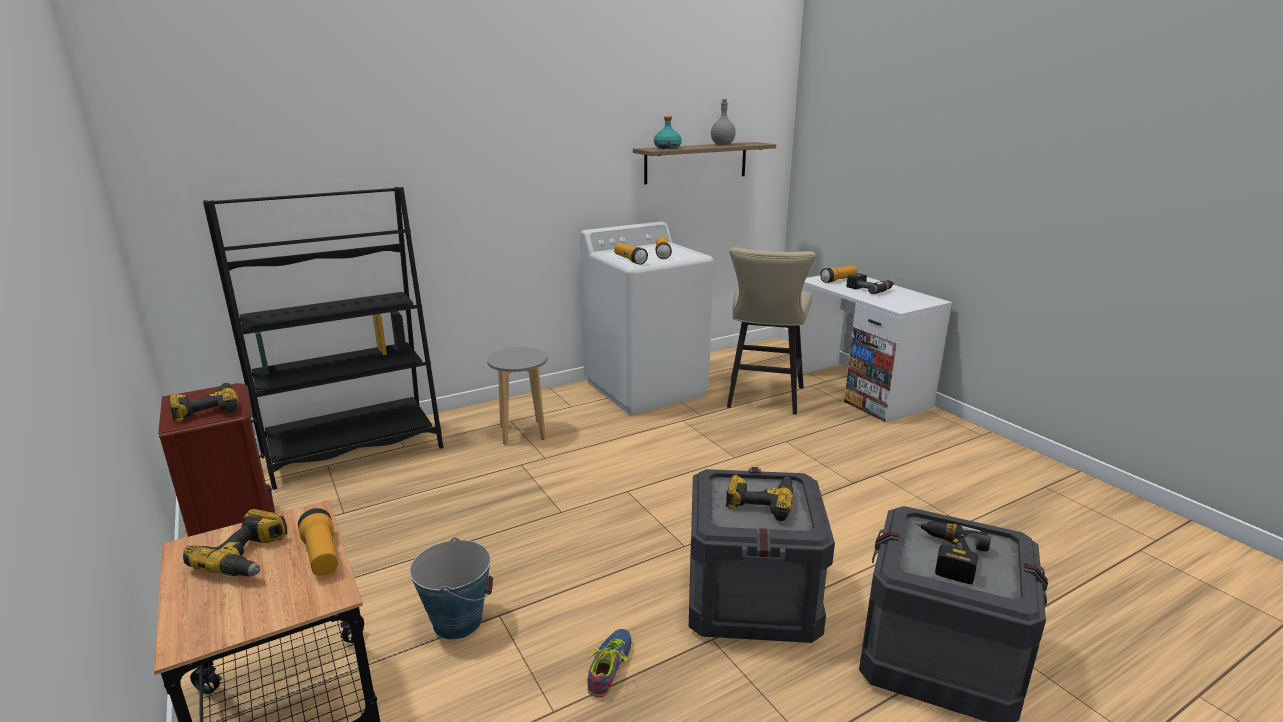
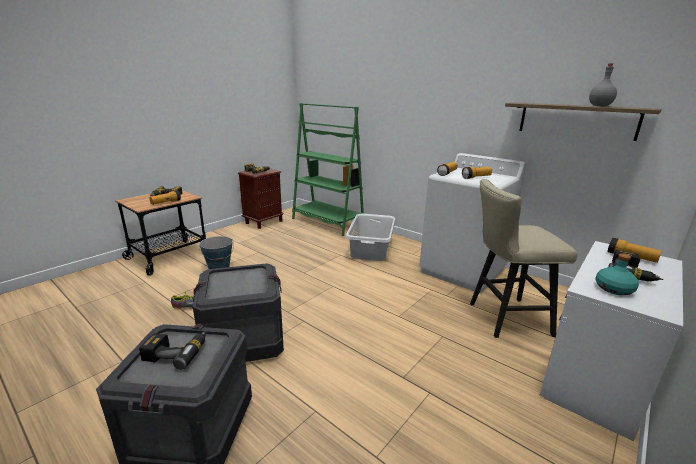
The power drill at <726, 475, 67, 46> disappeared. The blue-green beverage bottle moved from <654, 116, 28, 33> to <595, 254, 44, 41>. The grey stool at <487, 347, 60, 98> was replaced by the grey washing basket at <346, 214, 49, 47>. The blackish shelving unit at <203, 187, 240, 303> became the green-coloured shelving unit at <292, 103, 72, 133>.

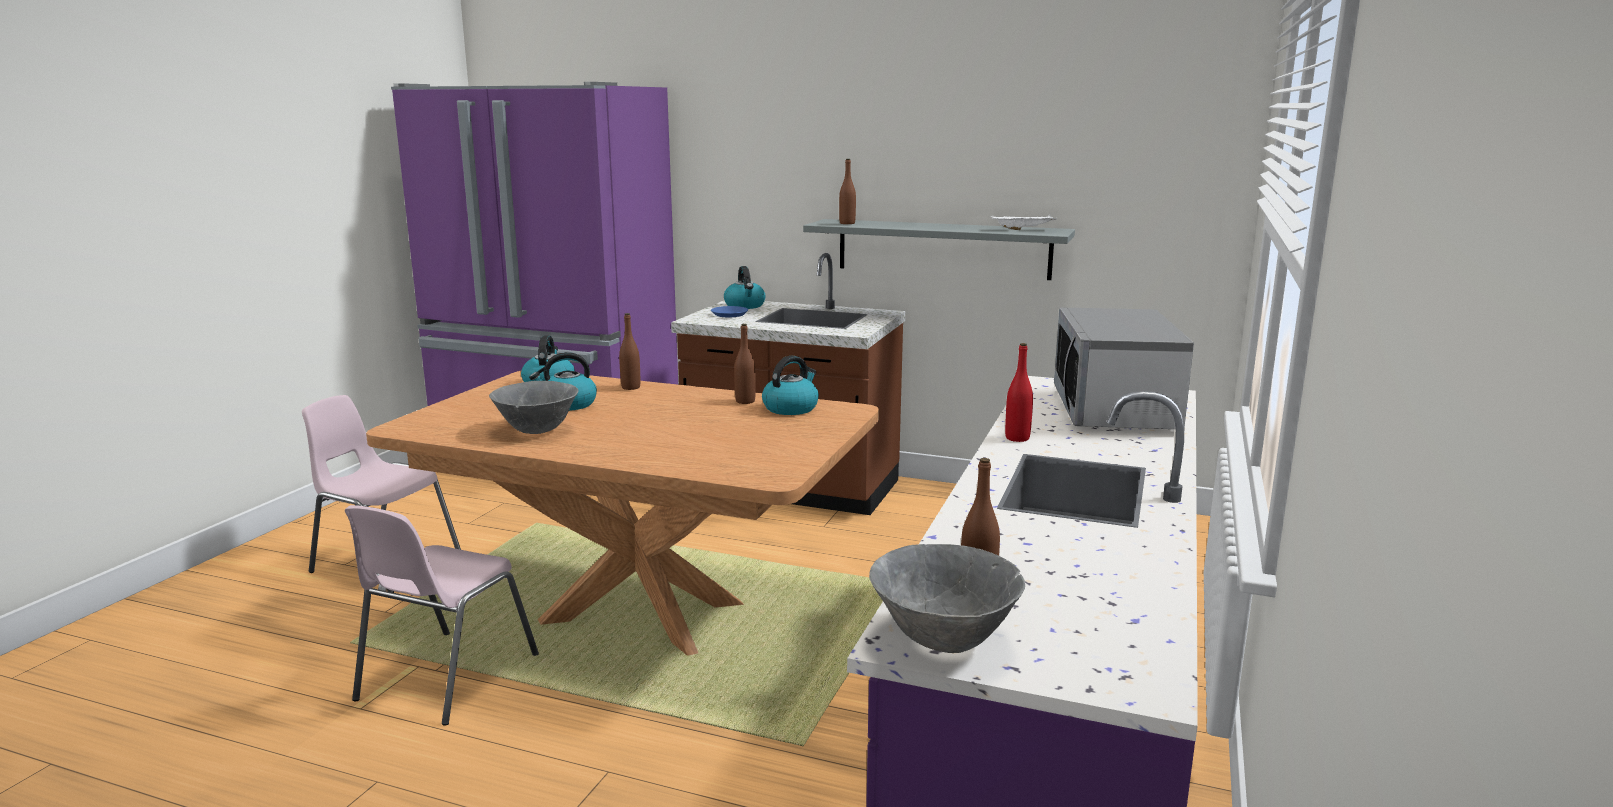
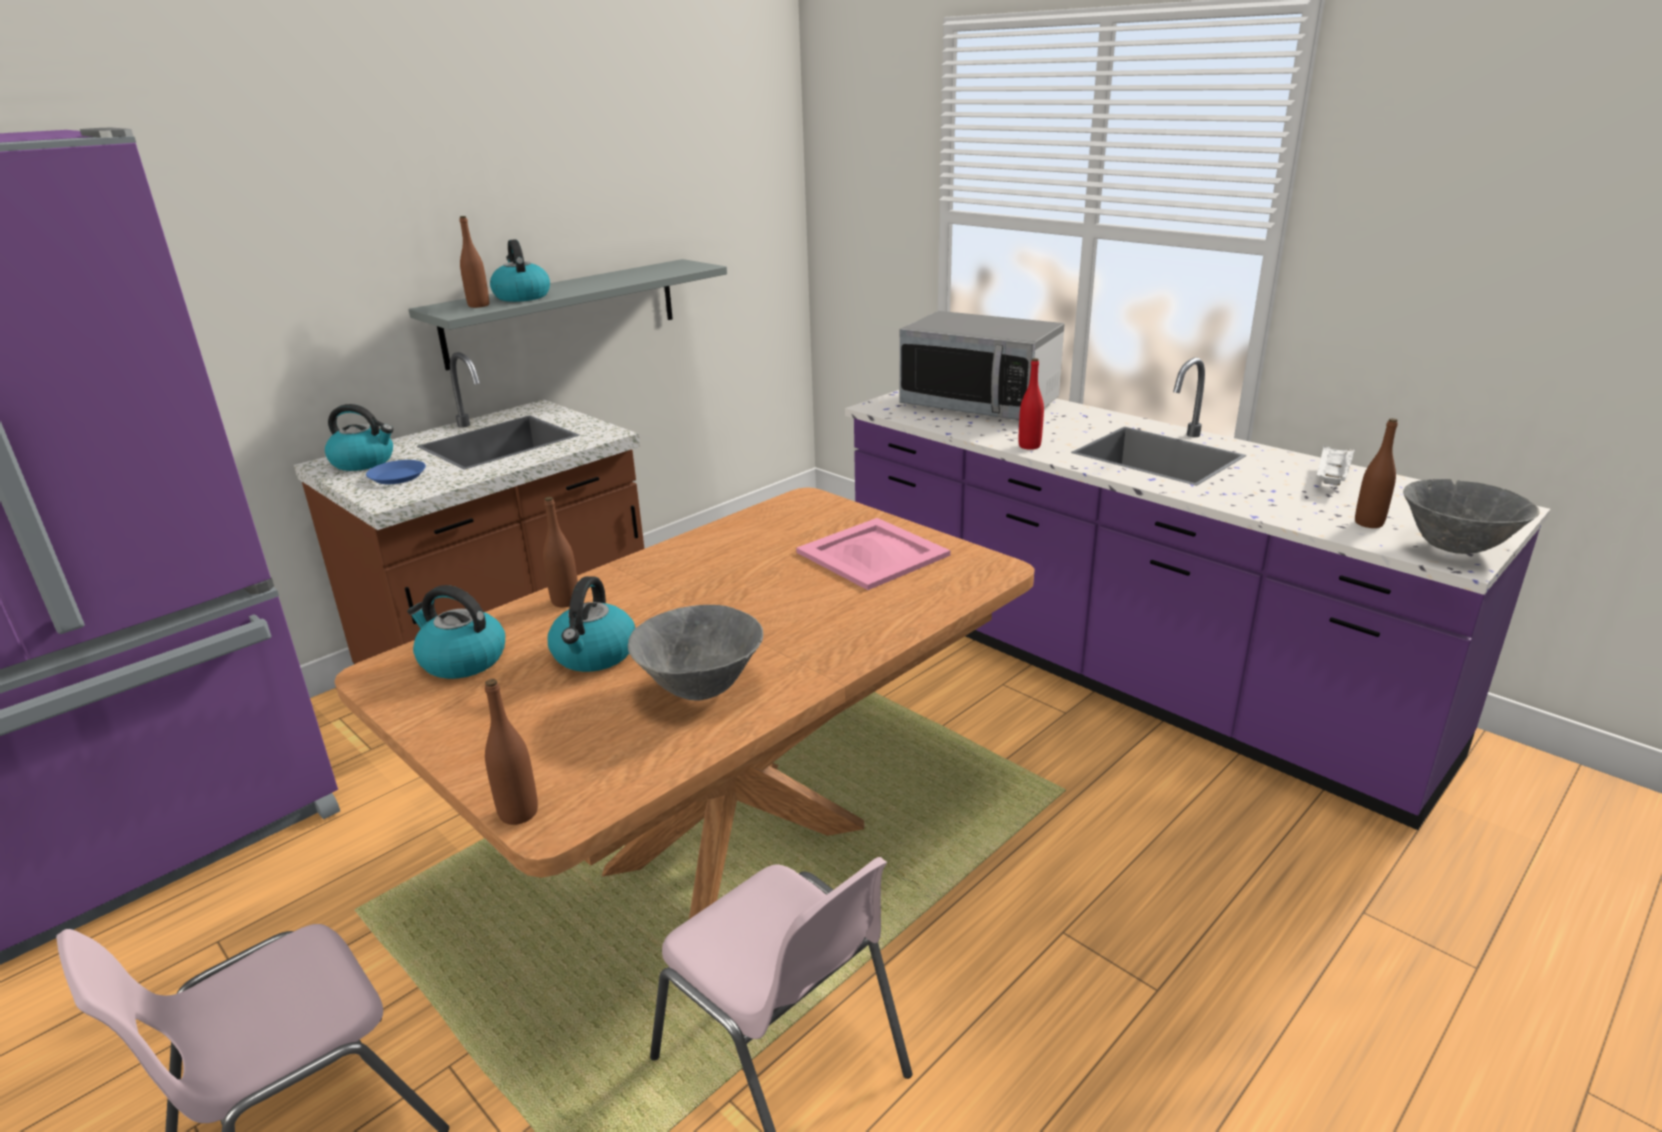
The pink tray at <796, 518, 155, 72> appeared. The brownish beverage bottle moved from <734, 324, 22, 80> to <485, 679, 53, 146>. The kettle moved from <762, 356, 57, 59> to <490, 239, 60, 63>. The white tray moved from <991, 214, 66, 16> to <1316, 444, 39, 41>.

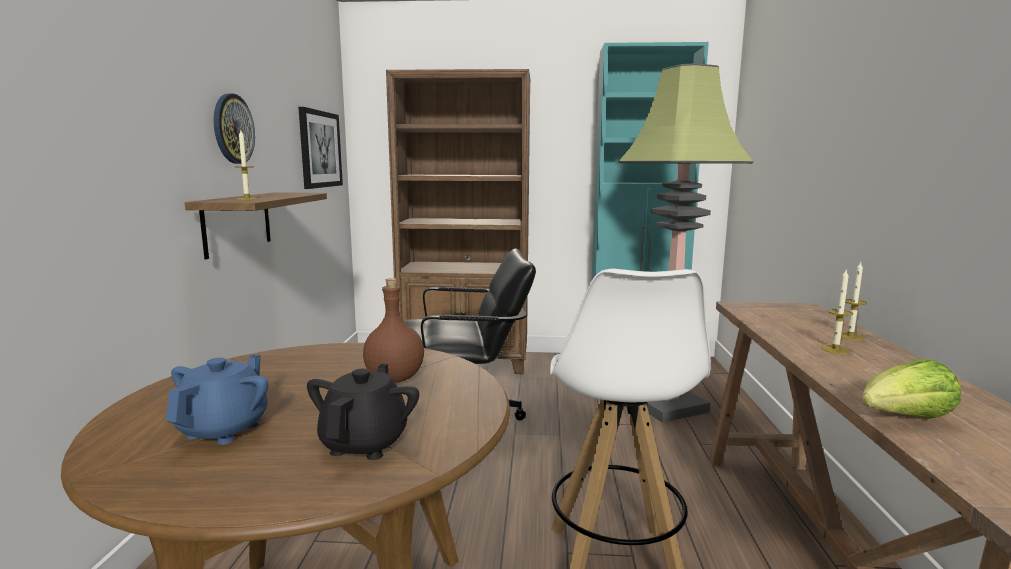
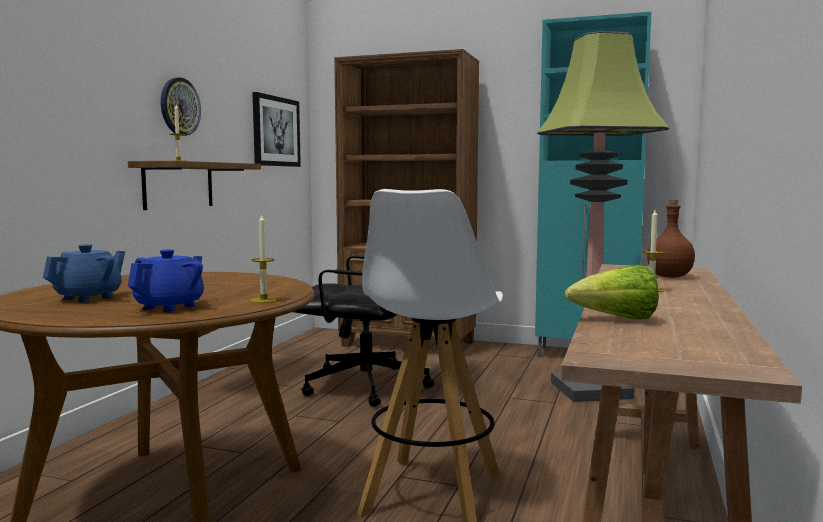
The brownish beverage bottle moved from <363, 278, 61, 105> to <647, 199, 48, 79>. The wax light moved from <841, 262, 26, 79> to <250, 213, 27, 90>. The blackish pot for tea at <307, 364, 112, 96> became the blue pot for tea at <128, 249, 76, 63>.

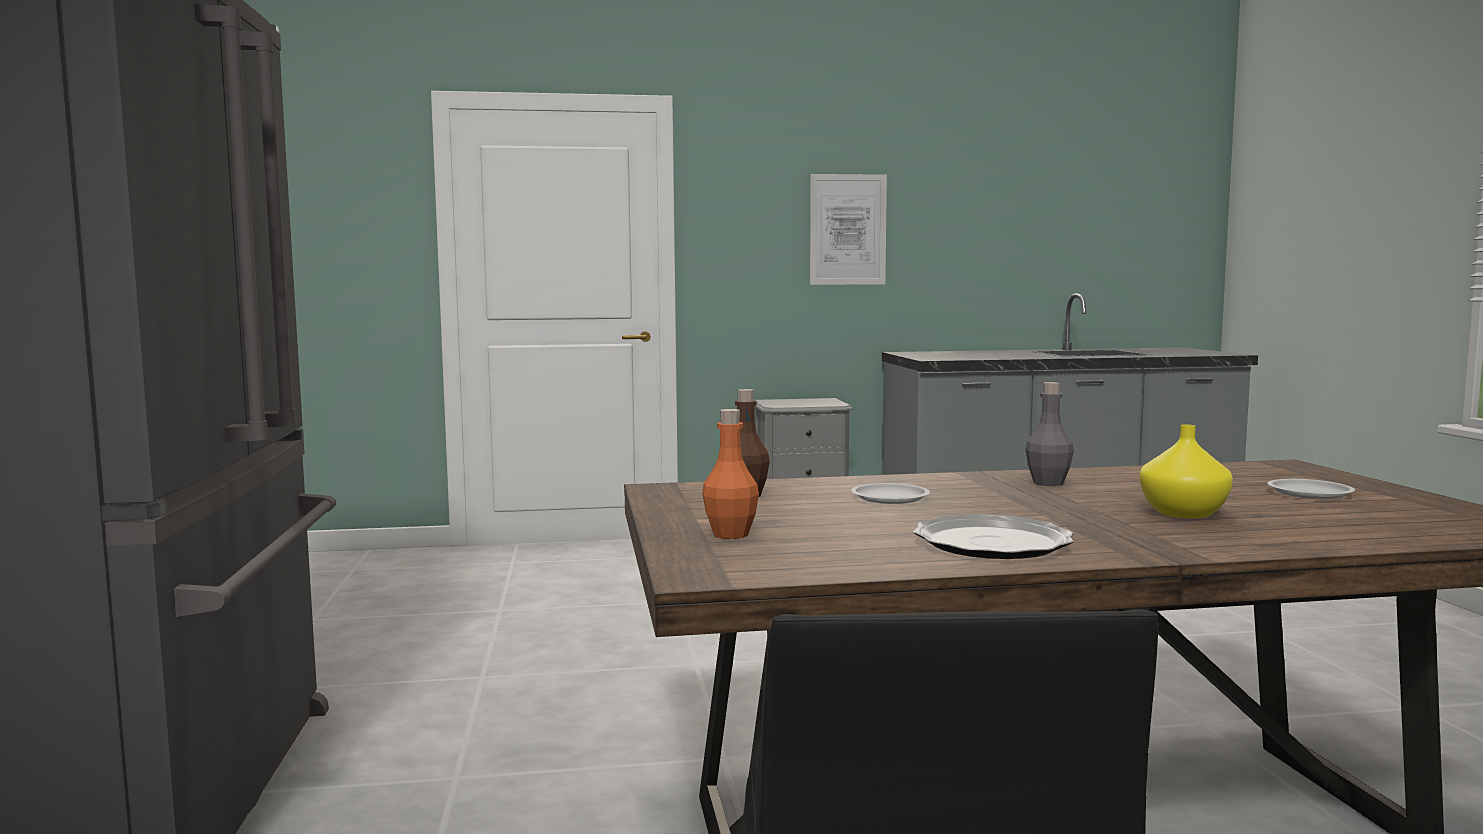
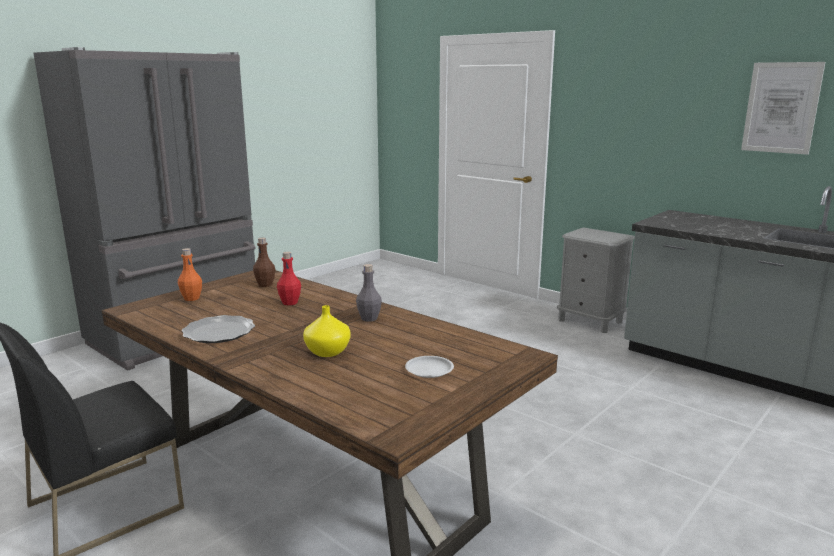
The wall picture moved from <810, 174, 77, 111> to <741, 62, 84, 93>. The white dinner plate at <851, 483, 79, 21> was replaced by the red beverage bottle at <277, 252, 24, 53>.

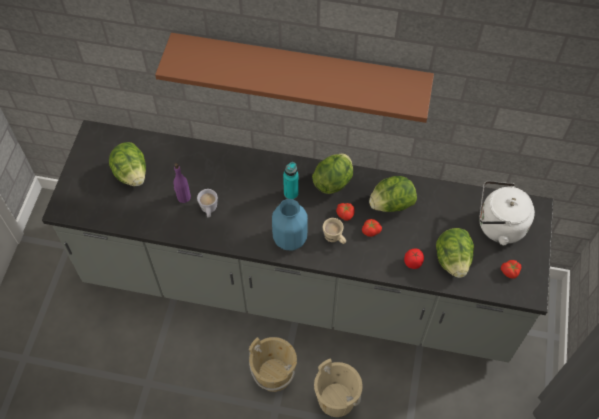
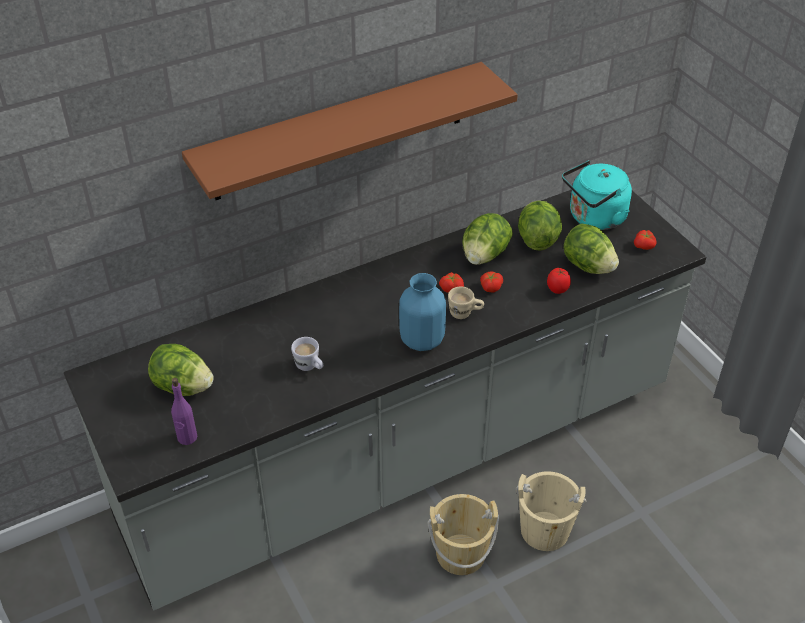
The blue-green beverage bottle at <283, 162, 16, 37> disappeared. The purple beverage bottle moved from <174, 163, 17, 40> to <171, 378, 26, 67>. The head of lettuce moved from <312, 154, 41, 40> to <518, 200, 44, 51>. The white kettle at <479, 181, 56, 64> became the blue-green kettle at <562, 160, 70, 70>.

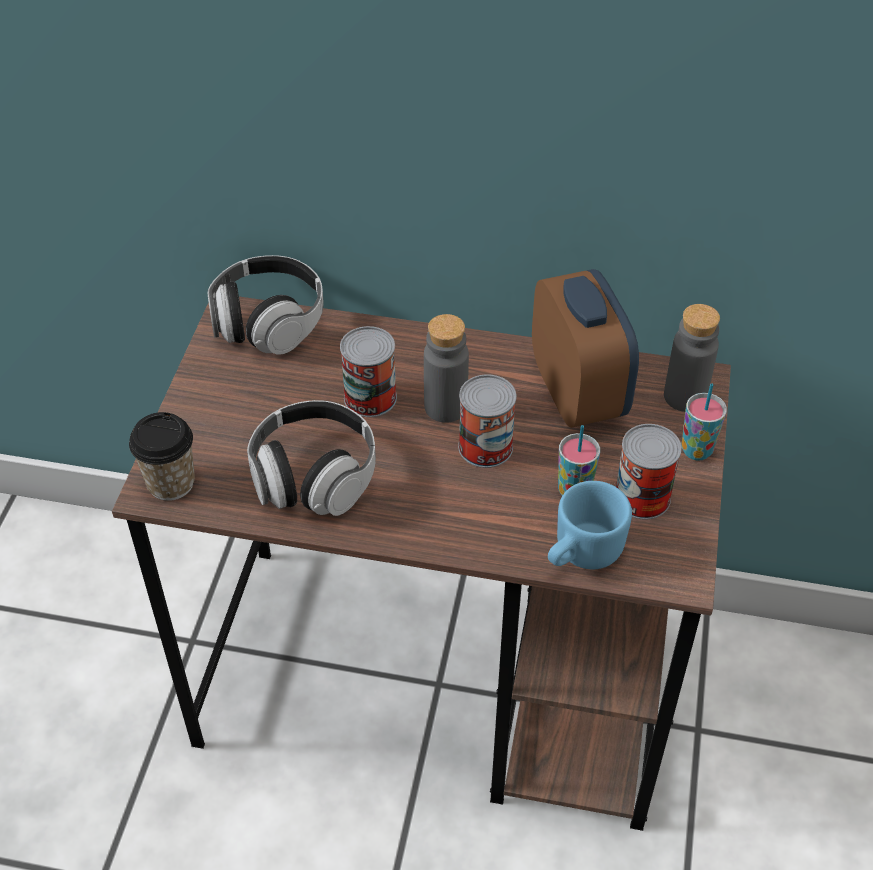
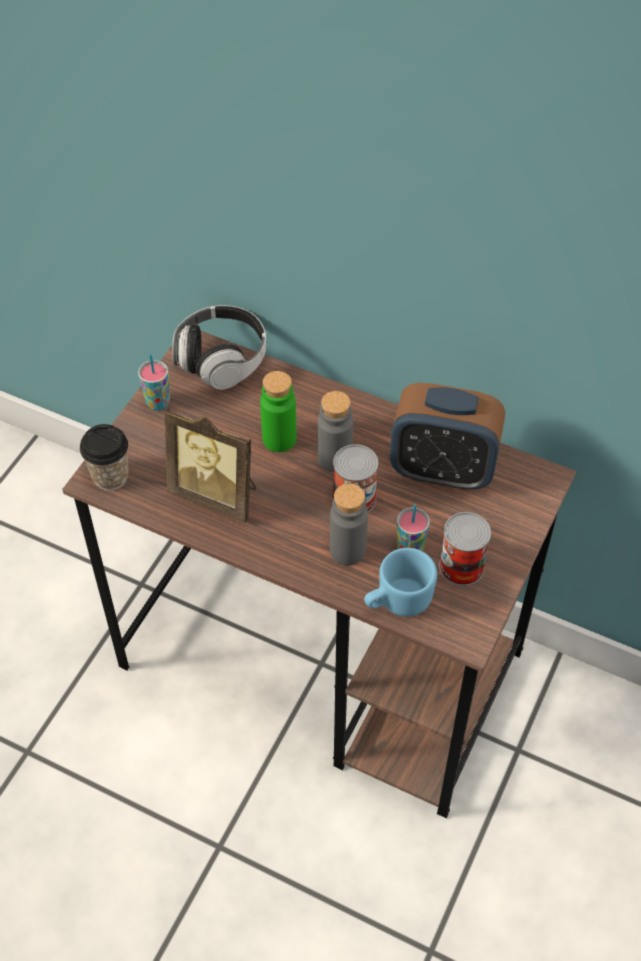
The grey beverage bottle moved from <664, 304, 56, 108> to <330, 483, 38, 82>. The small cup moved from <681, 383, 46, 78> to <138, 354, 32, 57>. The headset at <247, 400, 129, 116> was replaced by the standing frame at <165, 408, 91, 114>. The can at <340, 326, 57, 91> was replaced by the green-coloured beverage bottle at <260, 371, 37, 81>. The bedside clock at <532, 269, 107, 159> turned 105 degrees clockwise.

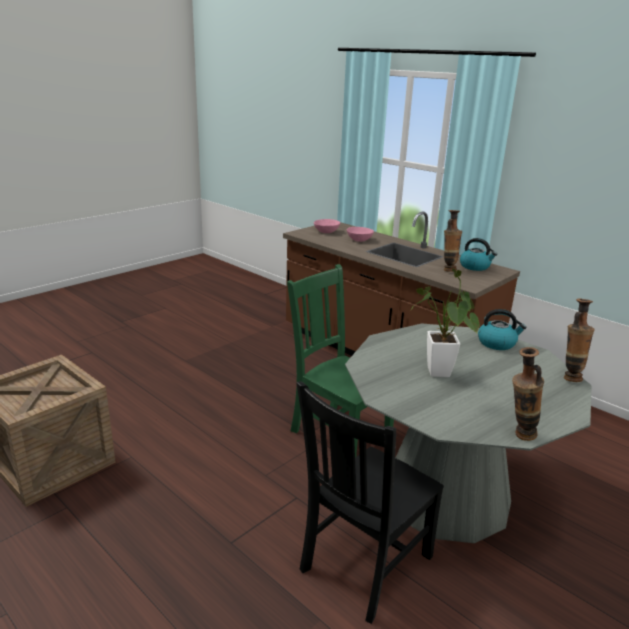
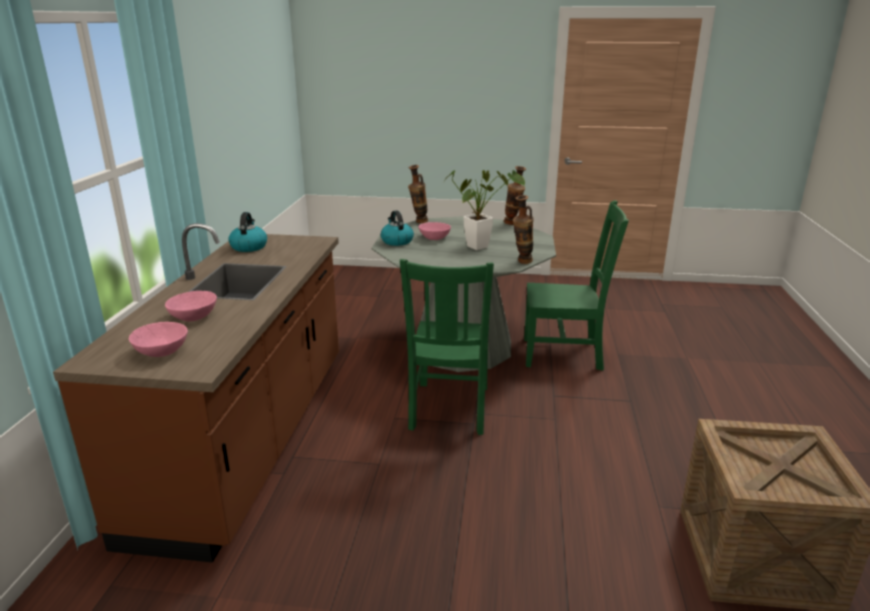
The pink serving bowl at <419, 222, 32, 18> appeared. The vase moved from <444, 210, 18, 61> to <513, 195, 21, 69>. The blackish upright chair at <296, 382, 148, 242> became the green-coloured upright chair at <524, 200, 105, 171>.

